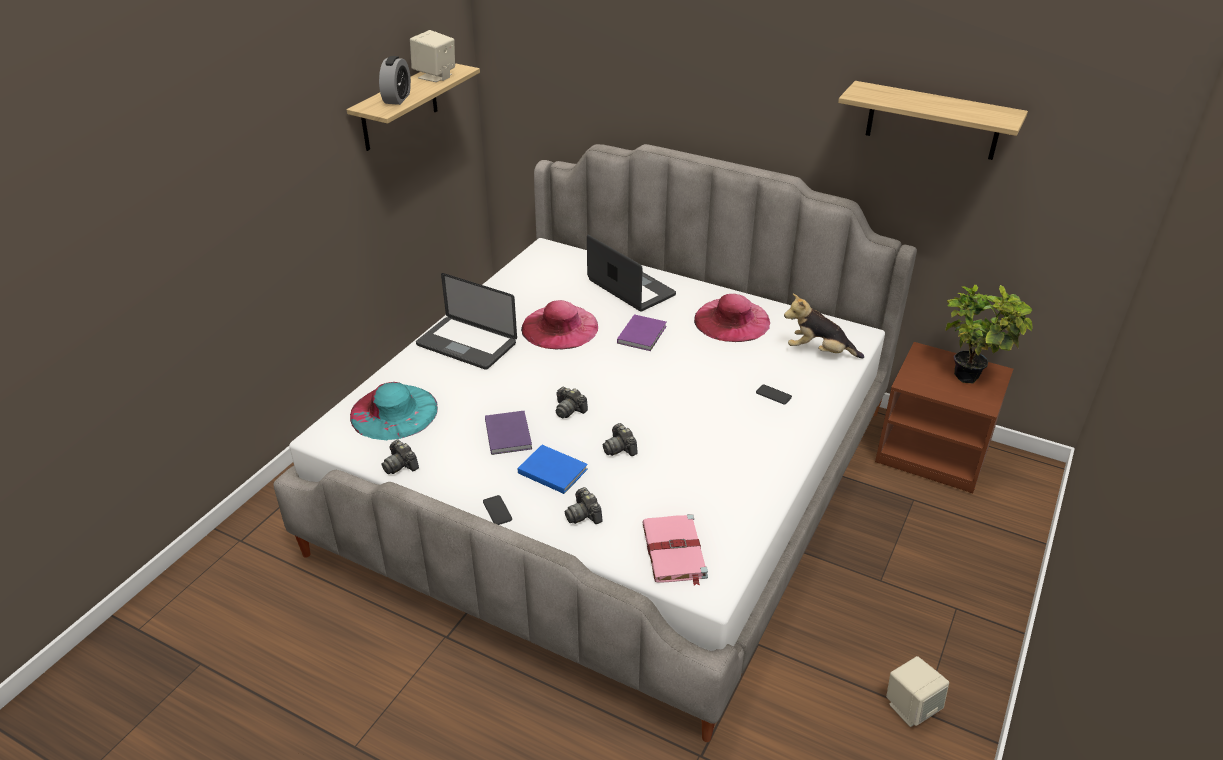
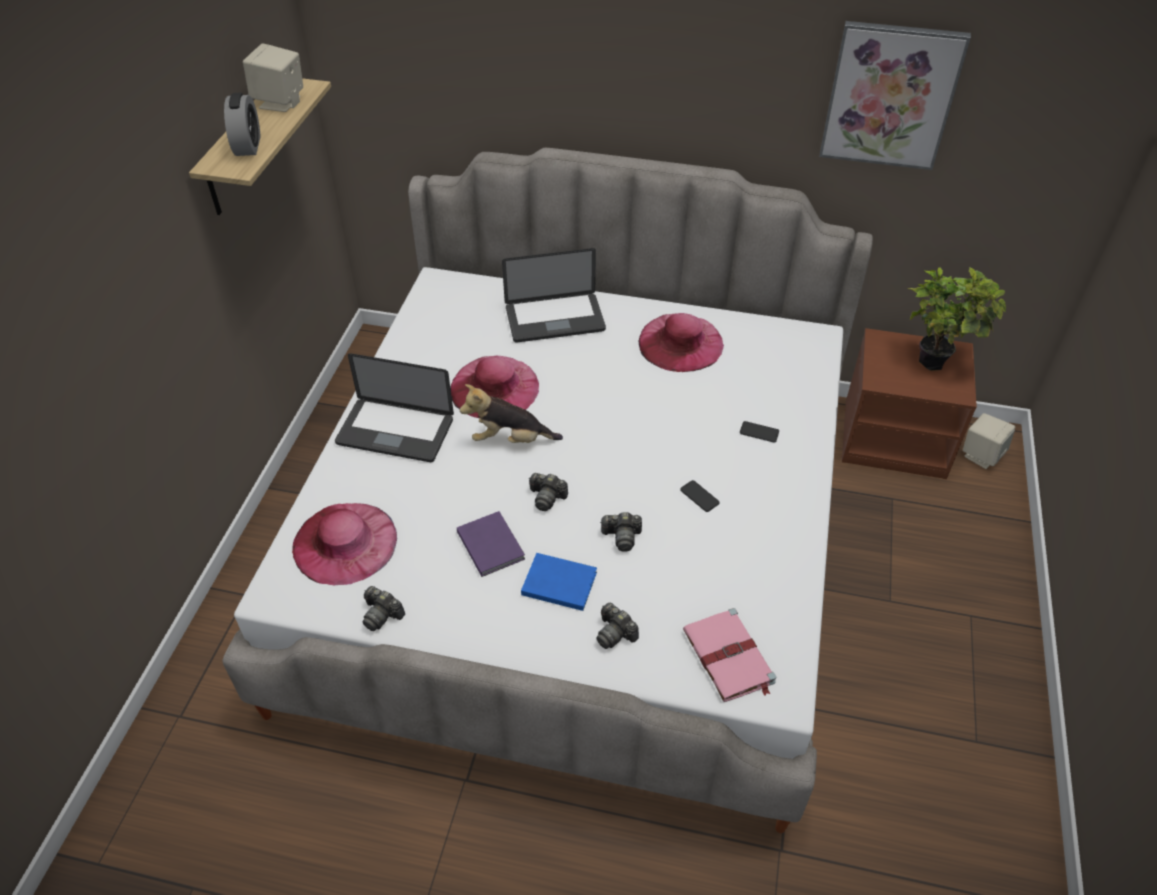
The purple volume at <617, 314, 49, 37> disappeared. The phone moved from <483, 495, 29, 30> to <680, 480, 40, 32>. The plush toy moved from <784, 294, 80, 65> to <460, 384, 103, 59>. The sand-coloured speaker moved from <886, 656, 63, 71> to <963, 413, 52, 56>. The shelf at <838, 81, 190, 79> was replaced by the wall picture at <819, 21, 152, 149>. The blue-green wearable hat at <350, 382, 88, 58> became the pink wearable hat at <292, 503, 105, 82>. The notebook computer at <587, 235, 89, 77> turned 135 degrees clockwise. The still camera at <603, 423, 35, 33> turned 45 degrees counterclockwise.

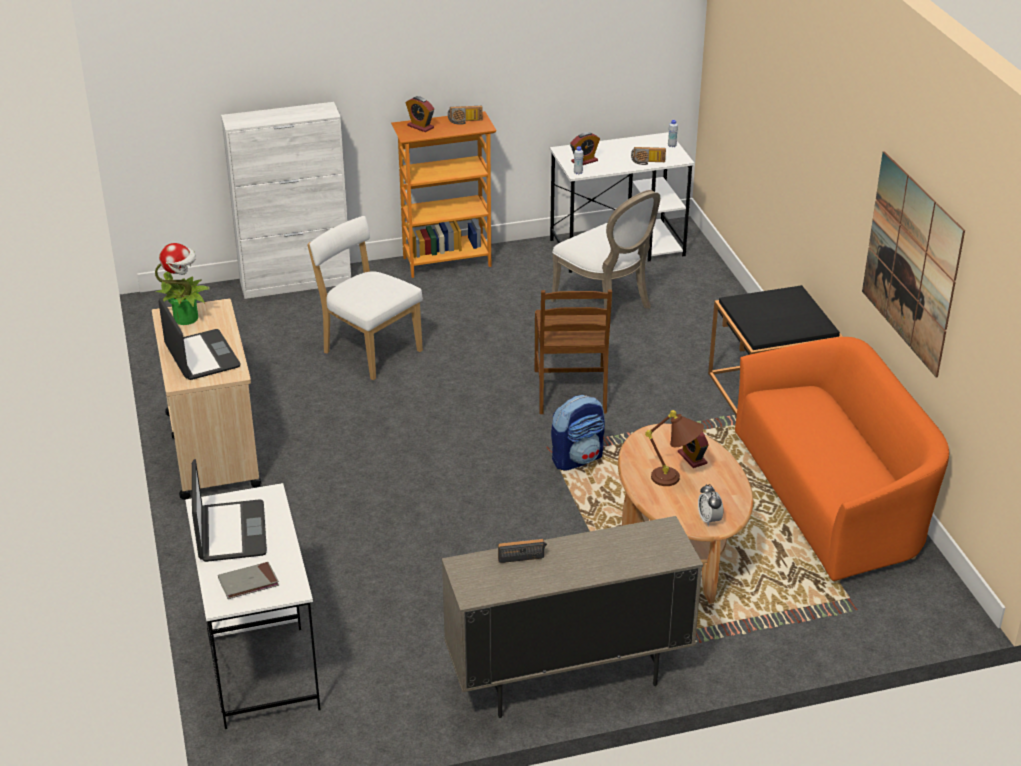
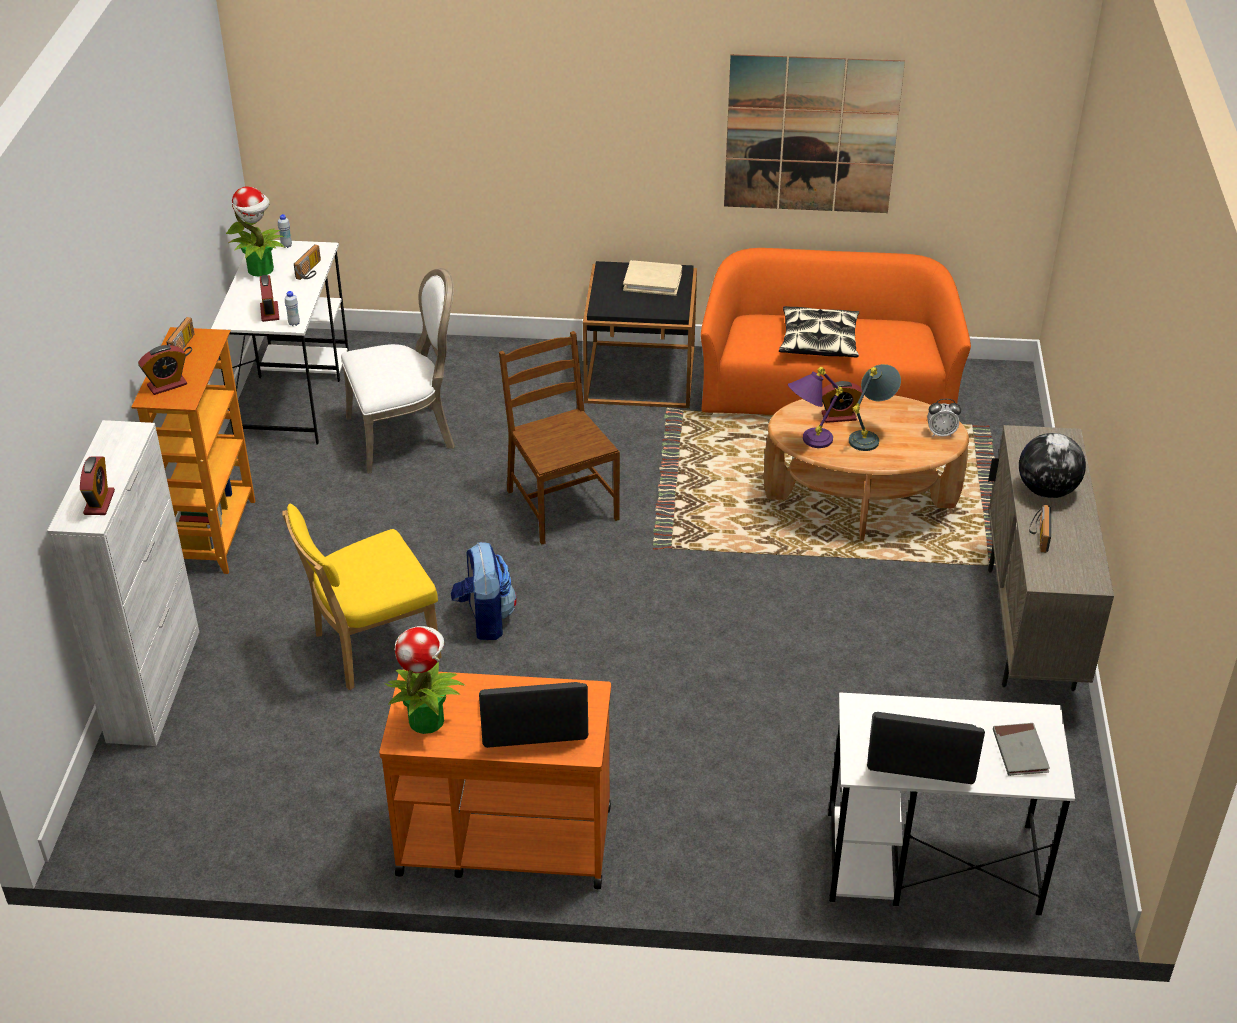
The bedside clock at <80, 456, 35, 59> appeared. The houseplant at <226, 186, 59, 91> appeared. The sand-coloured volume at <623, 260, 59, 36> appeared. The pillow at <779, 306, 80, 51> appeared. The purple table lamp at <788, 367, 55, 81> appeared. The world globe at <1019, 433, 67, 65> appeared. The backpack moved from <551, 395, 54, 76> to <451, 542, 66, 98>. The sand-coloured wheeled cart at <152, 298, 109, 202> became the orange wheeled cart at <379, 670, 232, 219>. The white upright chair at <307, 216, 116, 164> became the yellow upright chair at <282, 503, 160, 187>. The brownish table lamp at <645, 410, 59, 76> became the grey table lamp at <849, 364, 52, 87>. The brownish upright chair at <535, 289, 77, 125> turned 135 degrees counterclockwise.

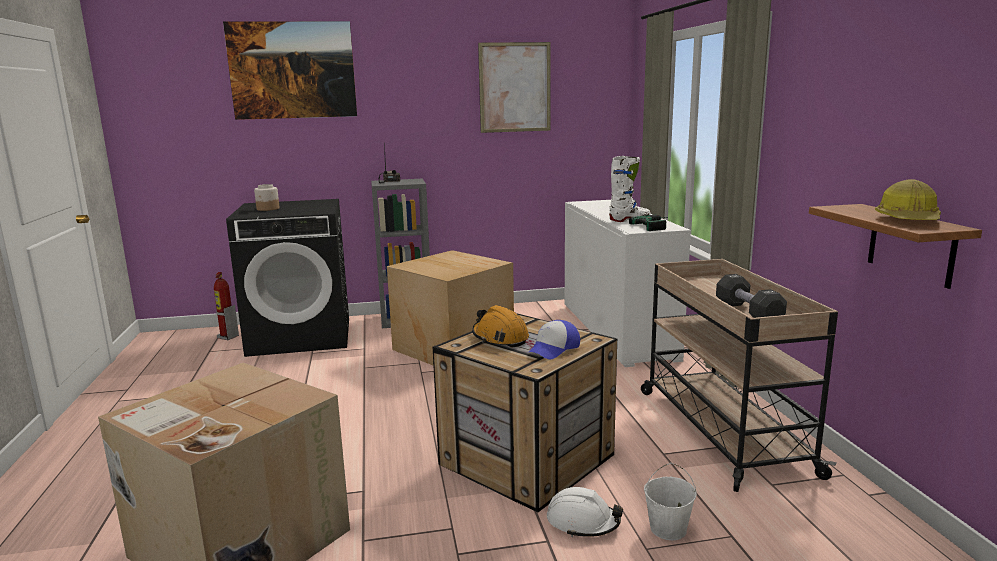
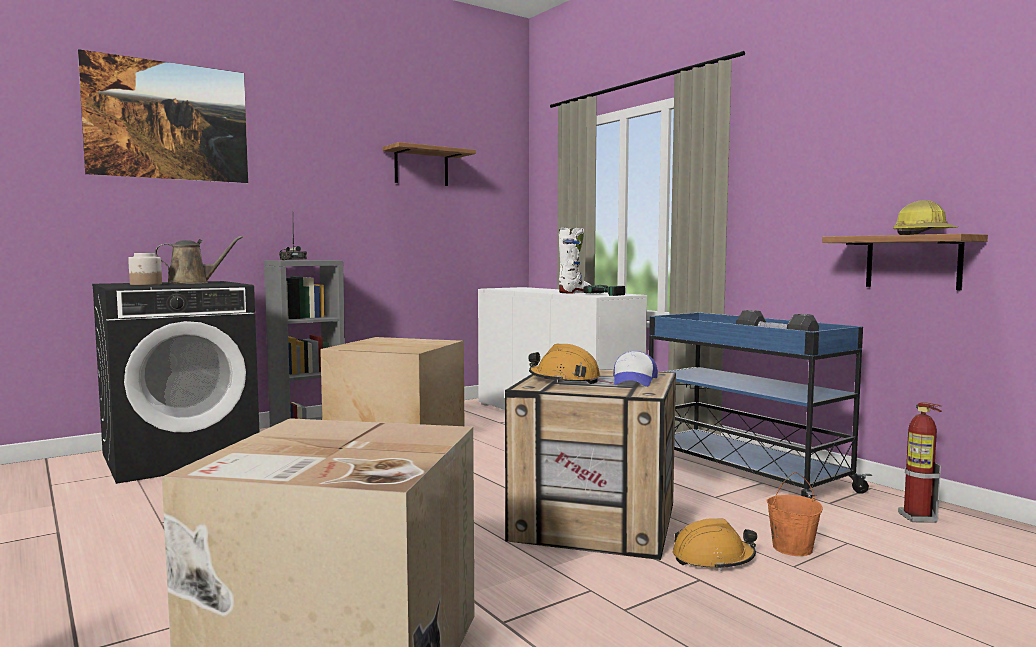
The brownish sprinkling can at <155, 236, 88, 48> appeared. The extinguisher moved from <214, 272, 25, 68> to <898, 402, 44, 121>. The wall picture at <478, 42, 73, 91> was replaced by the shelf at <383, 142, 93, 44>. The white hard hat at <547, 487, 76, 50> became the orange hard hat at <673, 518, 84, 53>. The sand-coloured wheeled cart at <641, 259, 197, 233> became the blue wheeled cart at <649, 313, 223, 186>. The white water bucket at <644, 463, 53, 77> became the orange water bucket at <766, 472, 57, 84>.

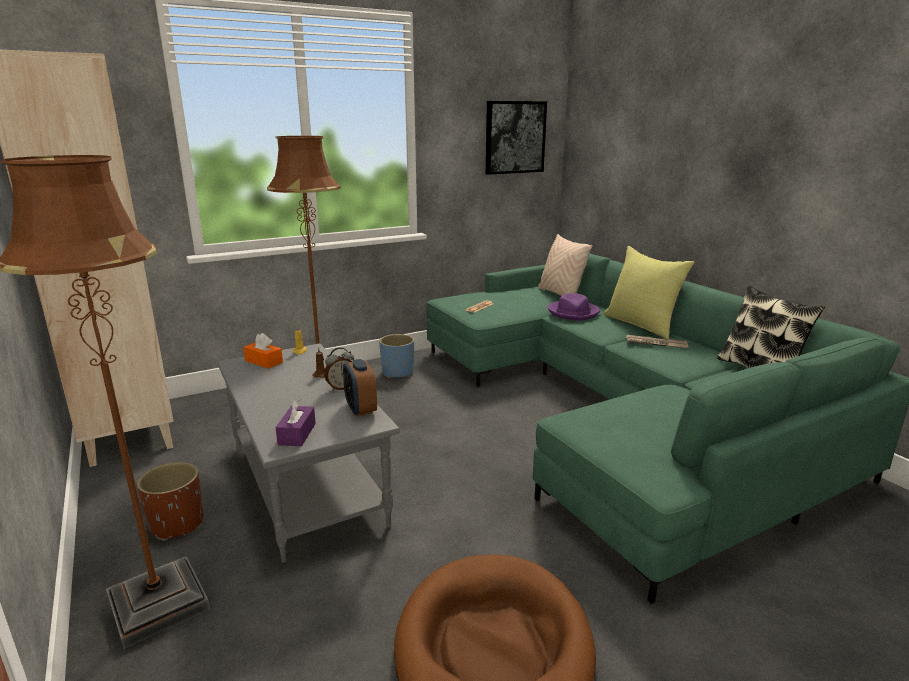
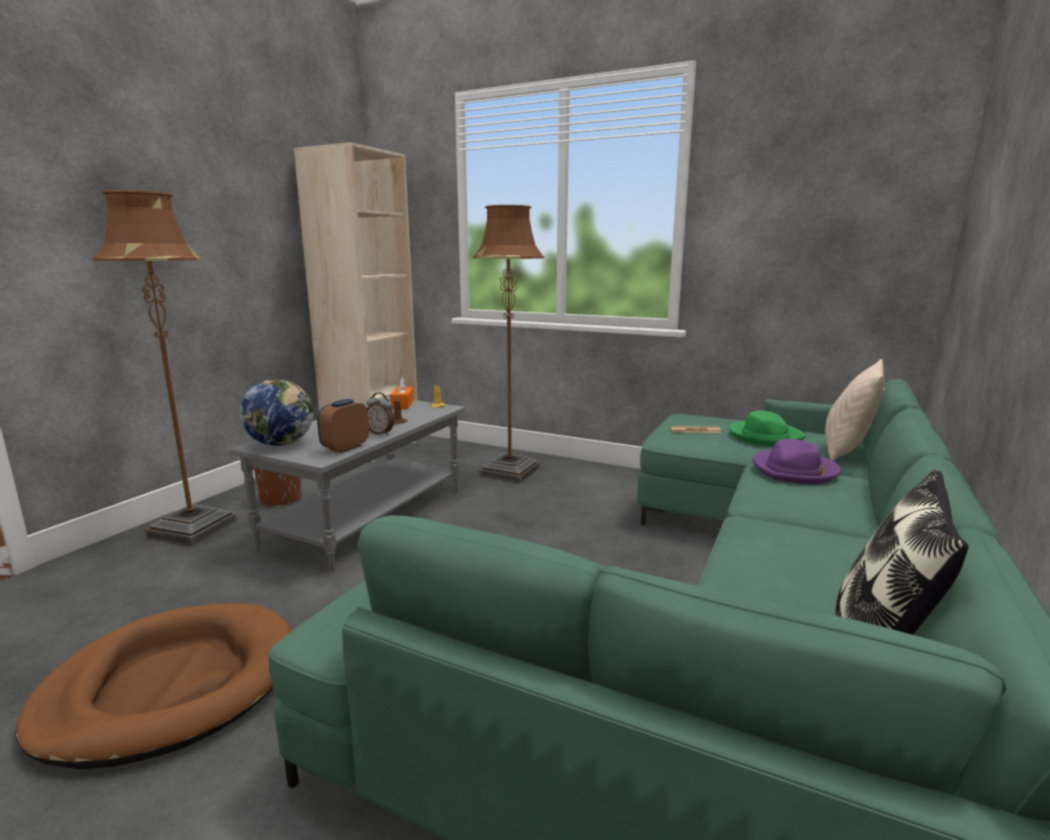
The blue plant pot at <379, 334, 35, 44> disappeared. The wall picture at <486, 101, 61, 74> disappeared. The yellow pillow at <604, 246, 90, 93> disappeared. The newspaper at <626, 335, 62, 13> disappeared. The green-coloured wearable hat at <729, 411, 77, 35> appeared. The purple tissue box at <275, 398, 41, 48> was replaced by the world globe at <240, 379, 73, 67>.

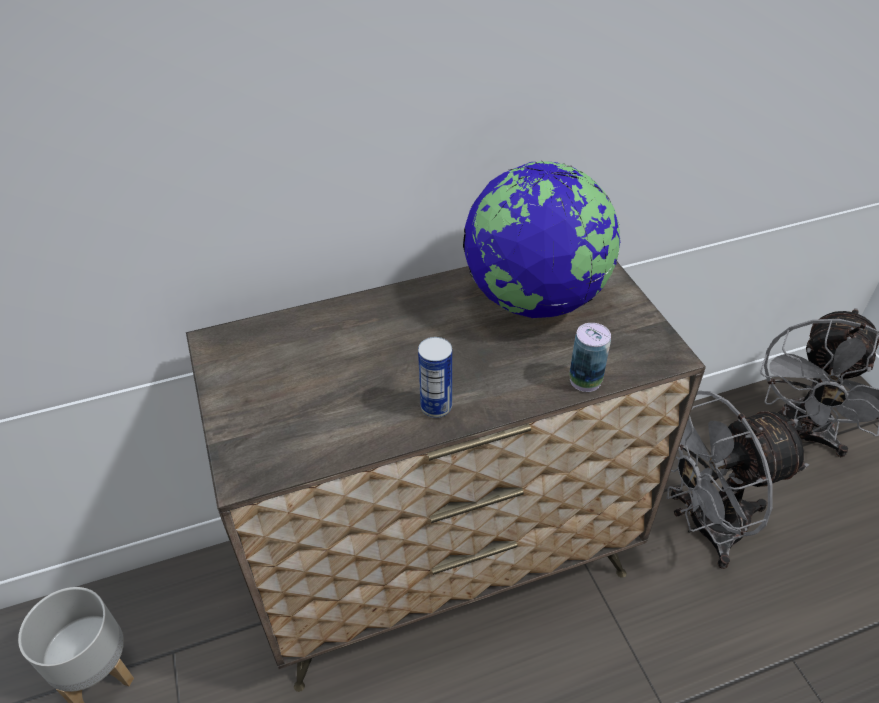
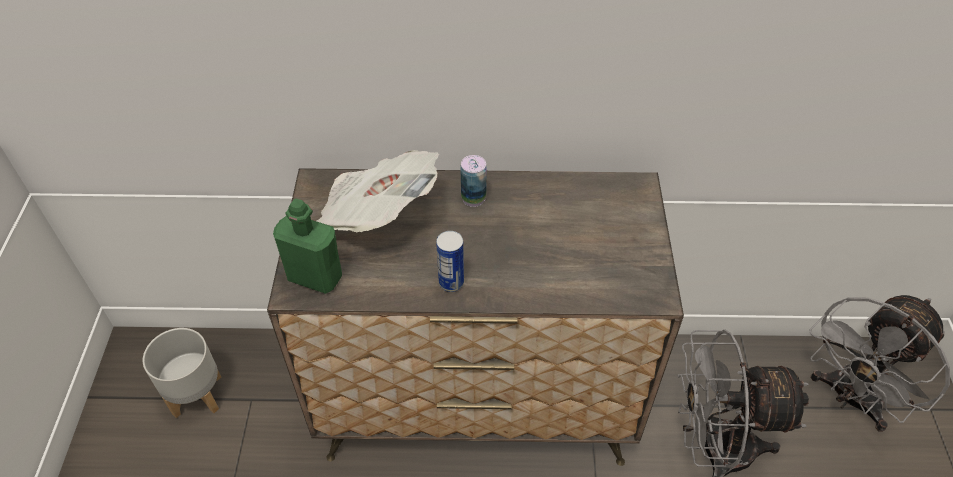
The world globe at <463, 161, 157, 157> disappeared. The green-coloured beverage bottle at <273, 199, 69, 95> appeared. The newspaper at <316, 150, 123, 83> appeared. The can moved from <569, 323, 42, 69> to <460, 155, 27, 52>.

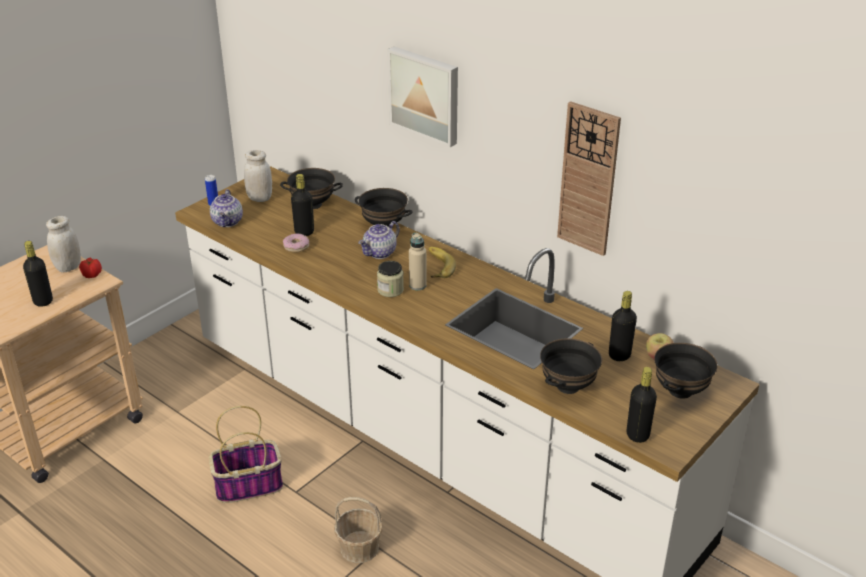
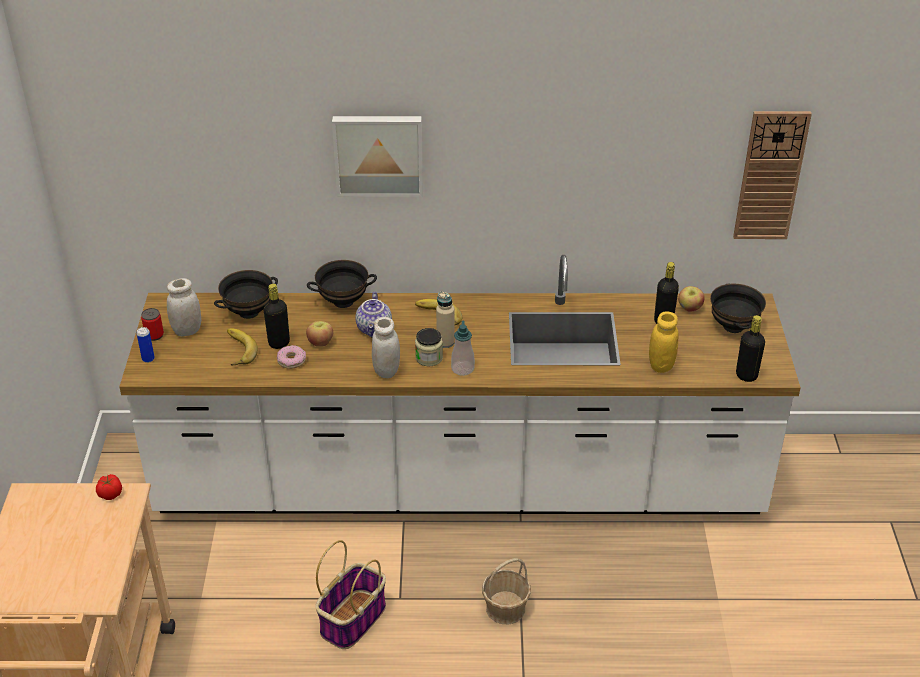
The blackish beverage bottle at <23, 241, 30, 66> disappeared. The pot for tea at <210, 189, 33, 38> disappeared. The can at <141, 308, 23, 33> appeared. The whole banana at <227, 328, 31, 38> appeared. The apple at <306, 321, 27, 26> appeared. The soap bottle at <451, 321, 24, 55> appeared. The white storage jar moved from <46, 216, 35, 57> to <372, 317, 28, 61>. The clock on the wall moved from <557, 101, 64, 155> to <733, 111, 79, 128>. The blackish serving bowl at <540, 338, 62, 56> was replaced by the yellow storage jar at <649, 312, 29, 61>.

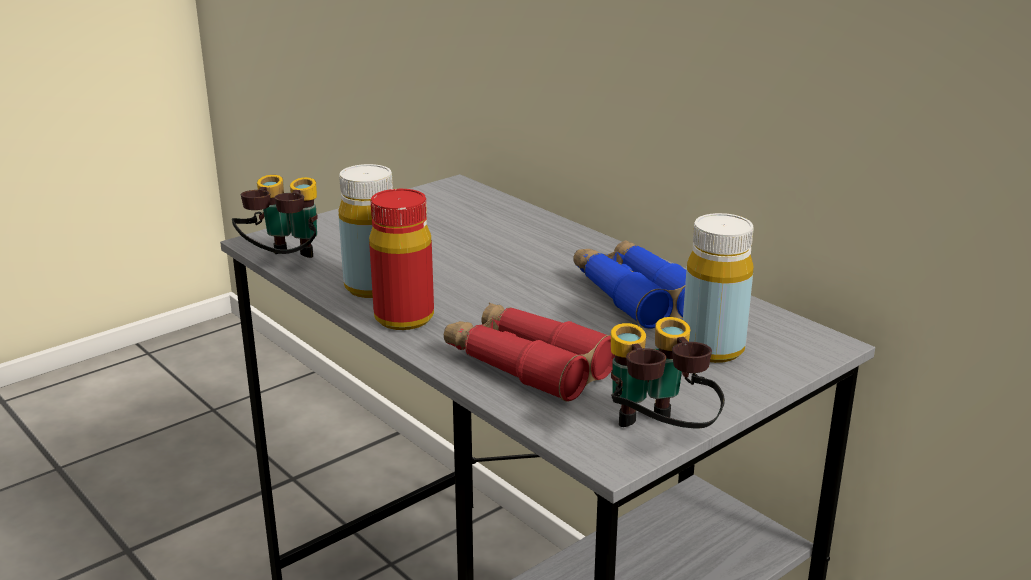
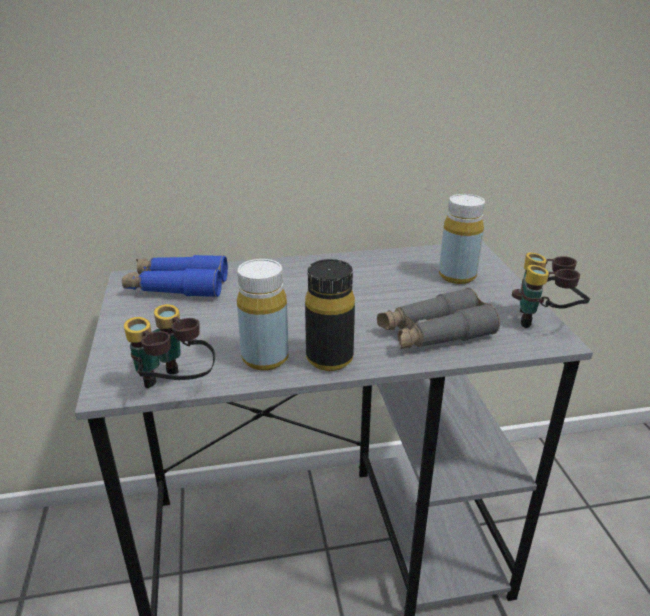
The blue field glasses moved from <573, 240, 113, 89> to <122, 255, 106, 42>. The red beverage bottle at <369, 189, 65, 141> became the blackish beverage bottle at <305, 259, 50, 112>. The red field glasses at <444, 303, 171, 99> became the grey field glasses at <377, 288, 123, 61>.

